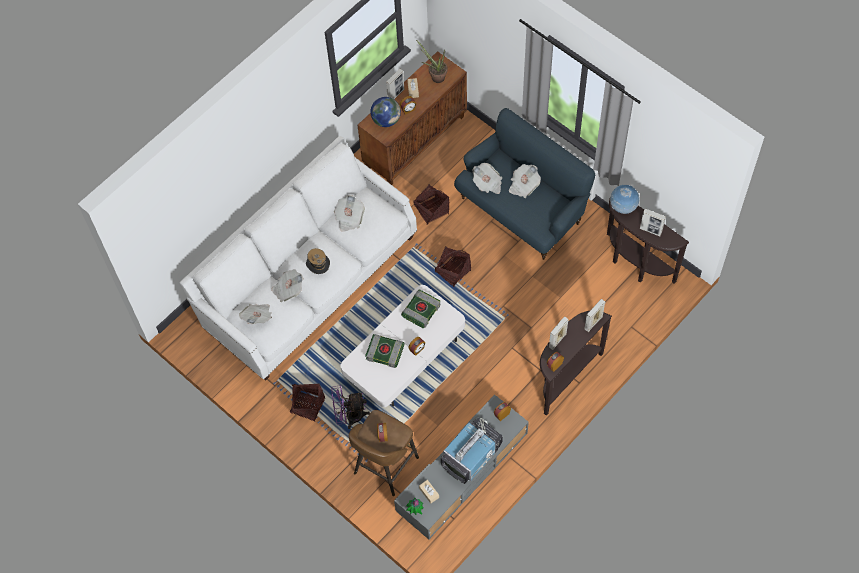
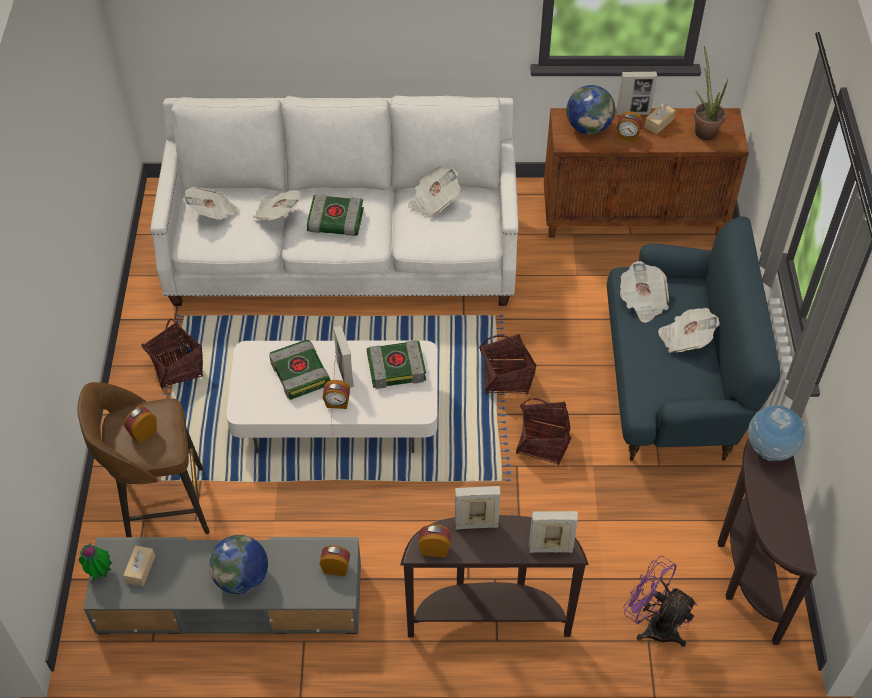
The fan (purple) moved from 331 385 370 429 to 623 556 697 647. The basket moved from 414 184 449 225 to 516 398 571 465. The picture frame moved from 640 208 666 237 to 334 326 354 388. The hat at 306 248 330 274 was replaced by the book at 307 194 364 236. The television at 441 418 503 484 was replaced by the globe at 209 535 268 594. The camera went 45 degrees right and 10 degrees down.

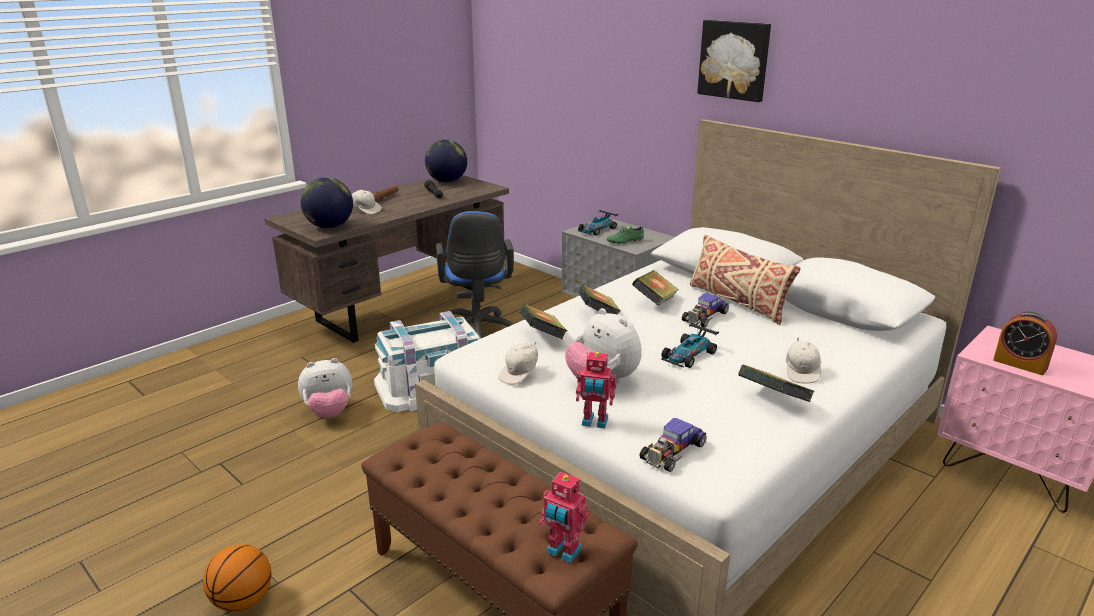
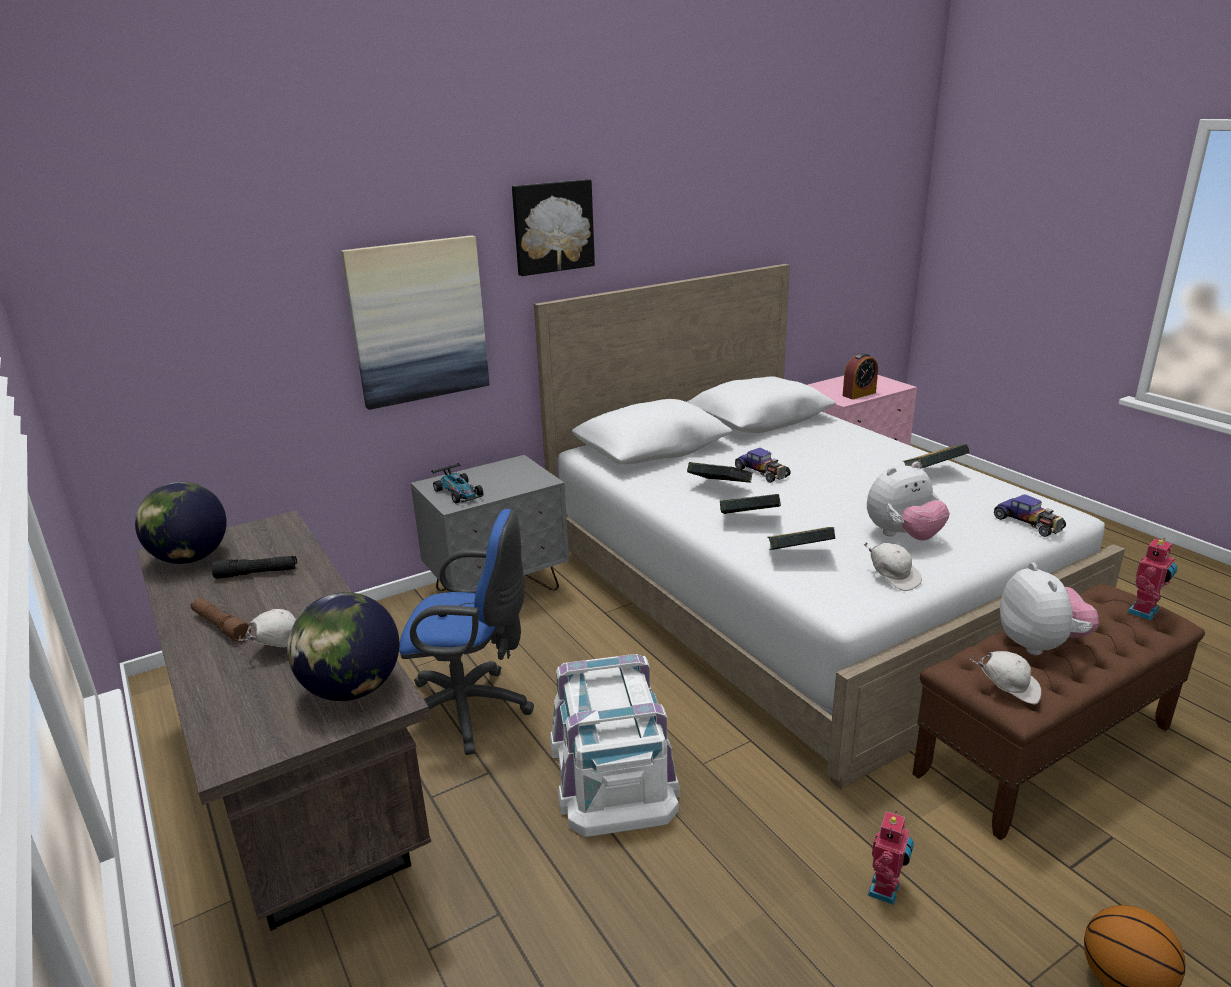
The shoe (green) at 607 225 644 245 disappeared. The toy car at 661 323 719 368 disappeared. The pillow (beige) at 690 235 801 325 disappeared. The picture at 341 235 489 410 appeared. The plush toy moved from 298 358 352 418 to 1000 563 1099 655. The toy robot moved from 576 352 617 429 to 868 810 914 905. The cap (white) moved from 786 337 821 384 to 970 651 1041 704. The camera went 75 degrees left and 0 degrees up.

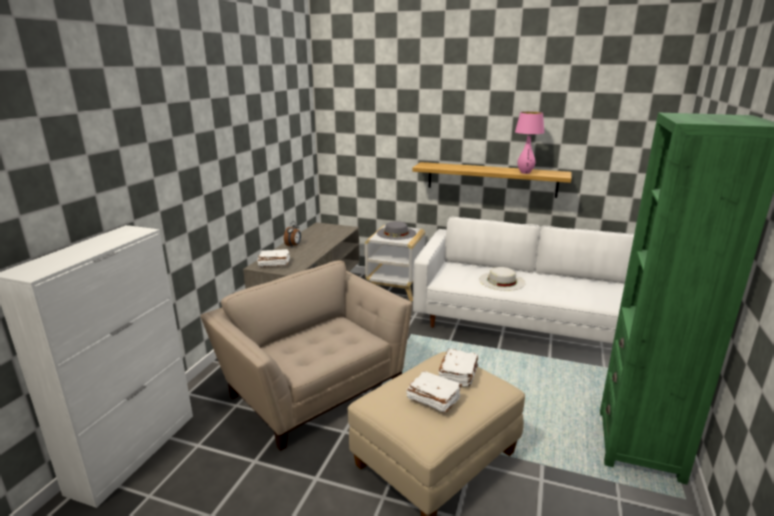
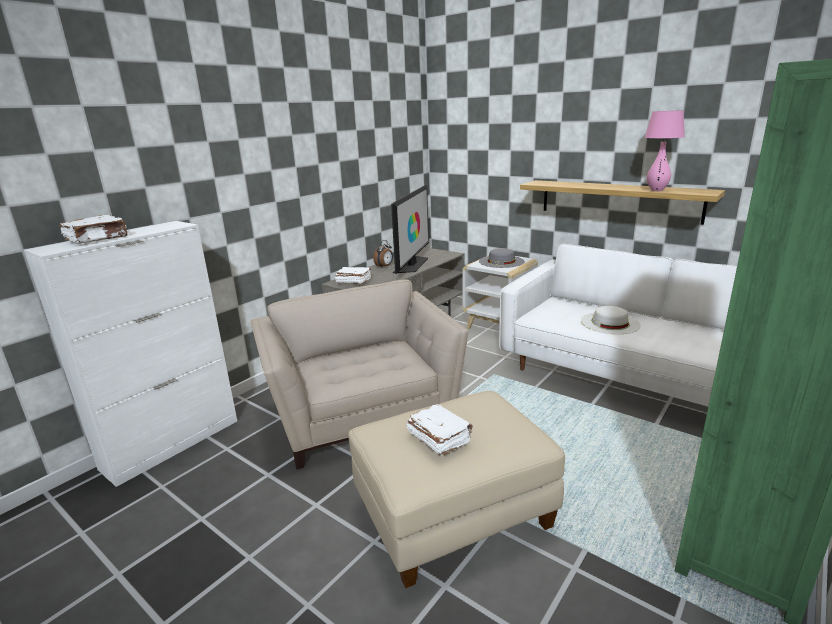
The television at 391 184 429 274 appeared. The book (white) moved from 438 349 478 387 to 59 215 128 244. The camera went 20 degrees right and 0 degrees up.

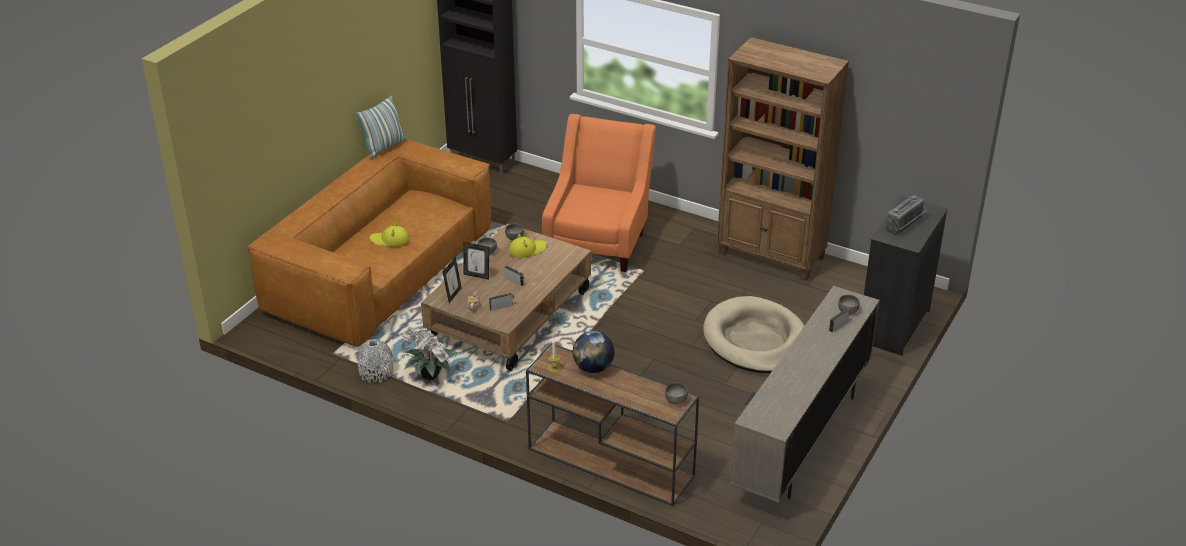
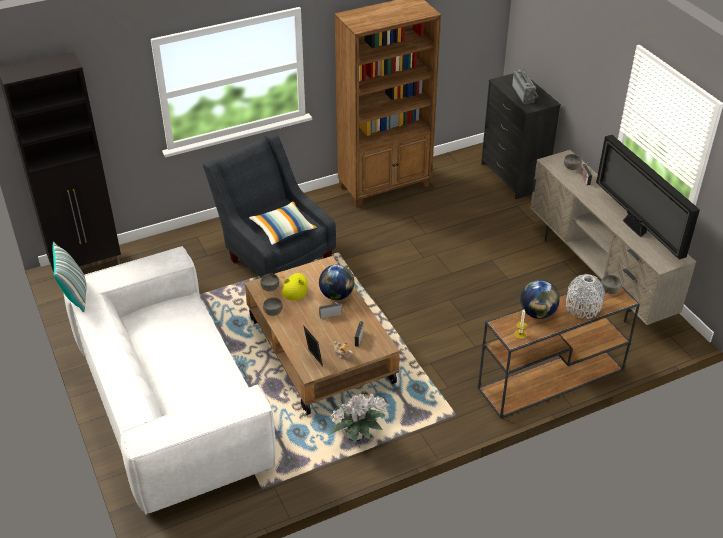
The hat (yellow) at 370 222 409 246 disappeared. The picture frame at 463 242 489 280 disappeared. The dog bed (beige) at 703 296 804 373 disappeared. The pillow at 249 201 318 245 appeared. The globe at 319 265 354 300 appeared. The television at 596 135 700 260 appeared. The vase (grey) moved from 356 339 393 383 to 566 274 605 319. The sofa (brown) at 247 139 491 347 became the sofa (white) at 64 246 276 515. The armchair (orange) at 542 114 656 272 became the armchair (grey) at 203 133 336 278. The camera went 55 degrees left and 5 degrees up.

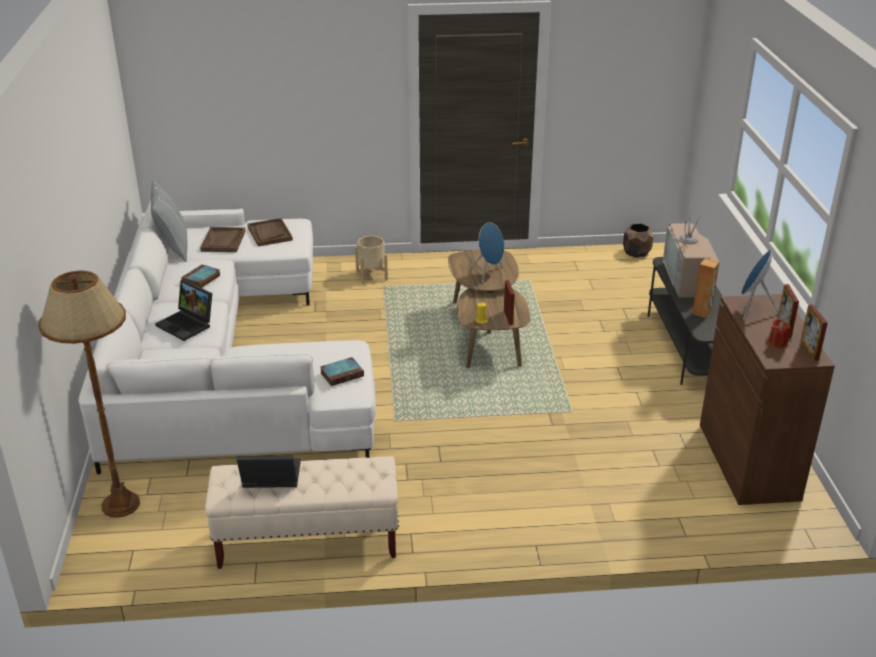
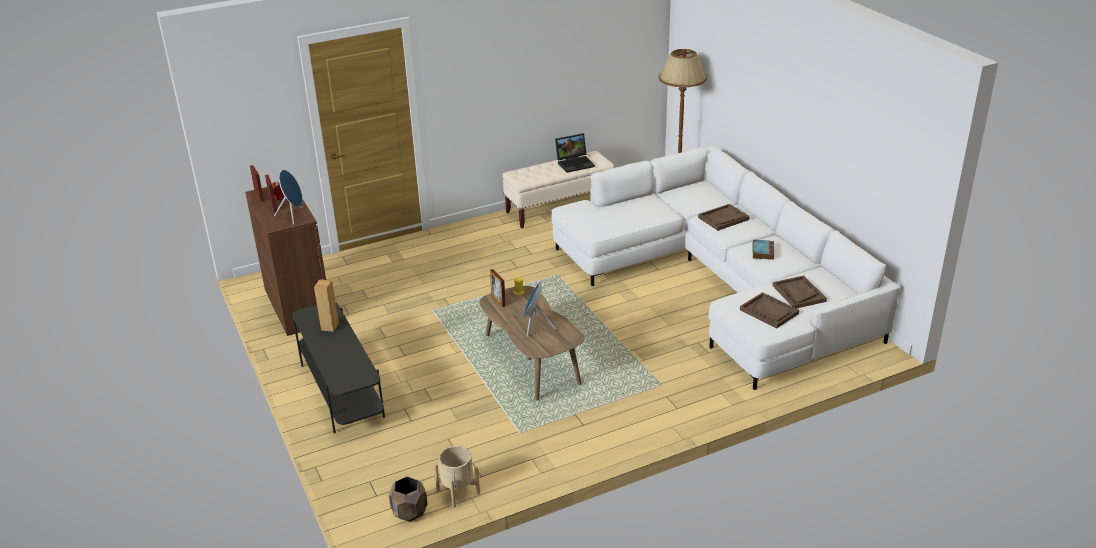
The pillow at 151 180 188 262 disappeared. The book at 320 357 364 386 disappeared. The television at 663 202 719 298 disappeared. The planter (beige) moved from 355 236 388 284 to 434 446 480 508. The laptop at 155 279 212 341 was replaced by the tray (brown) at 698 204 750 231. The camera went 160 degrees right and 0 degrees up.

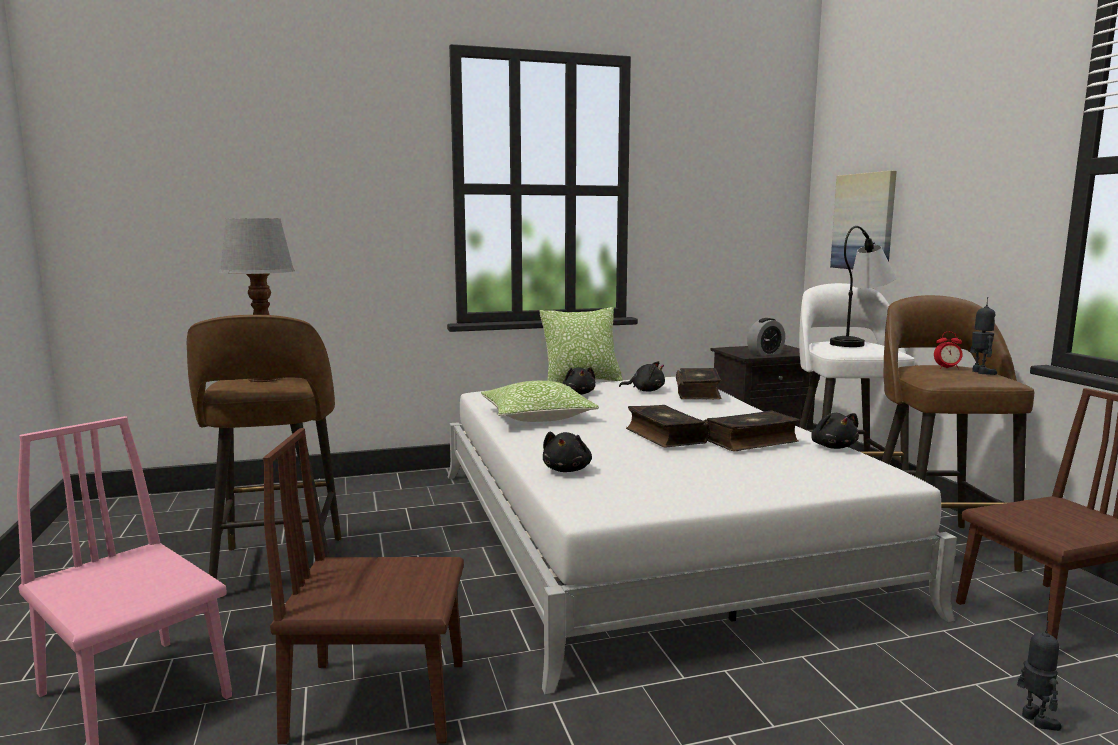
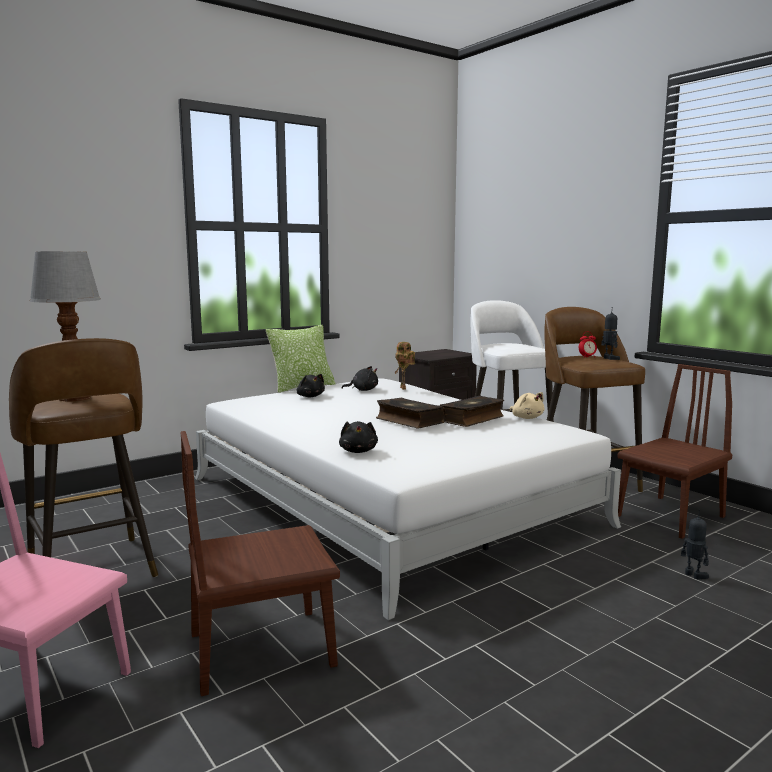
The pillow at 481 381 599 422 disappeared. The alarm clock at 747 318 785 356 disappeared. The picture at 830 171 897 269 disappeared. The table lamp at 830 226 896 347 disappeared. The book at 676 368 722 399 was replaced by the toy robot at 395 342 415 390. The plush toy (black) at 811 413 859 449 became the plush toy (beige) at 509 392 545 419. The camera went 20 degrees left and 0 degrees up.

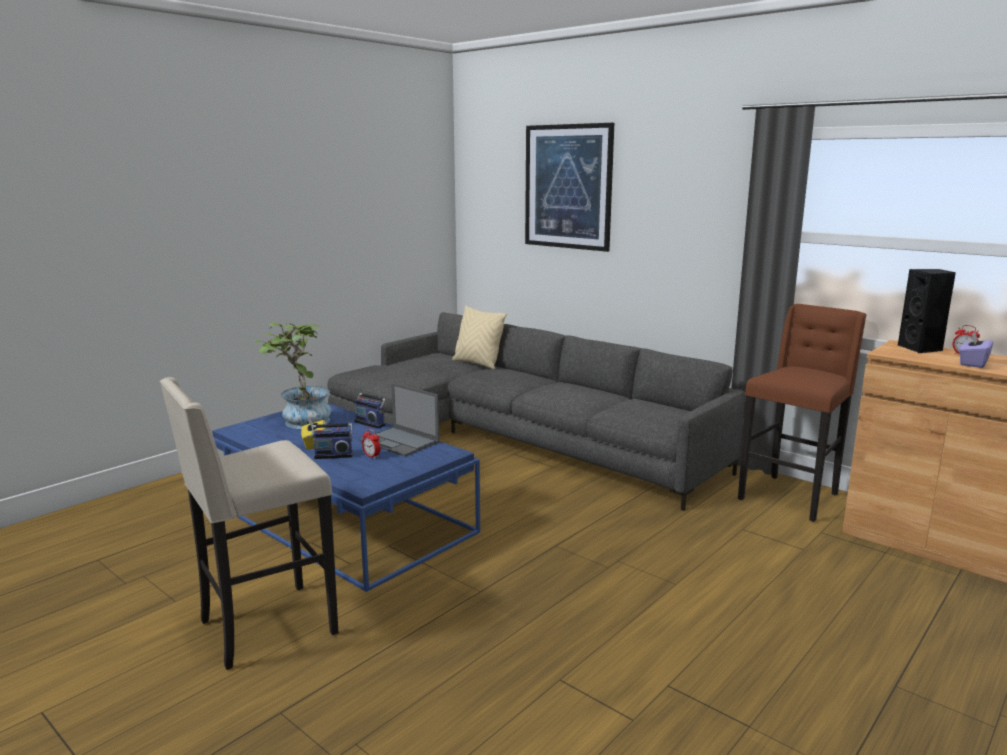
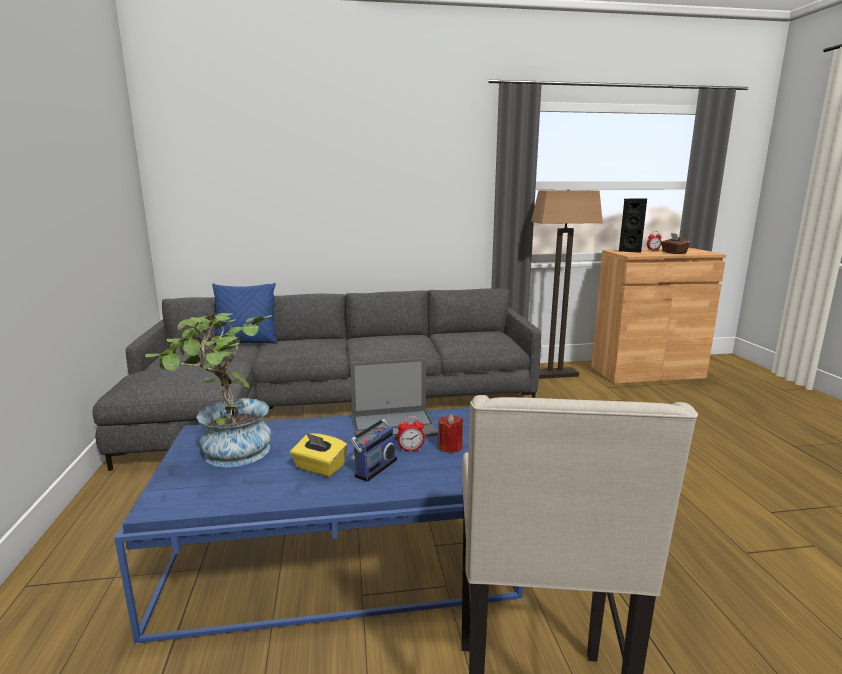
The radio at 354 385 386 428 disappeared. The picture at 525 123 614 252 disappeared. The candle (red) at 438 414 463 453 appeared. The stool (brown) at 738 304 867 522 was replaced by the floor lamp at 531 190 603 379. The pillow (beige) at 452 305 507 369 became the pillow (blue) at 212 283 278 346. The tissue box (purple) at 959 331 993 368 became the tissue box (brown) at 661 233 690 254. The camera went 50 degrees left and 0 degrees up.

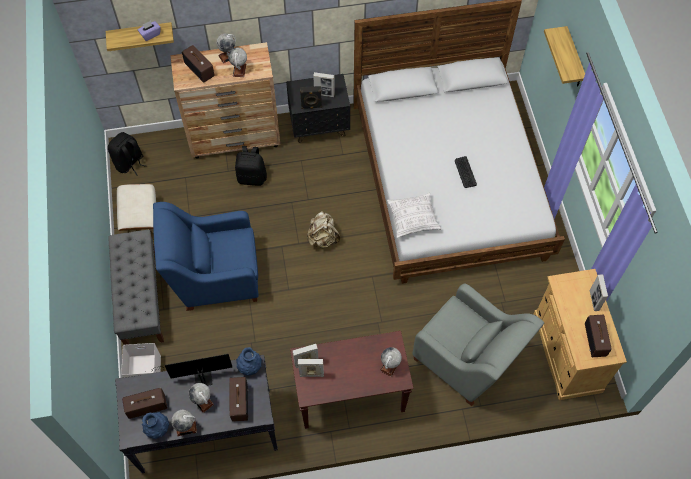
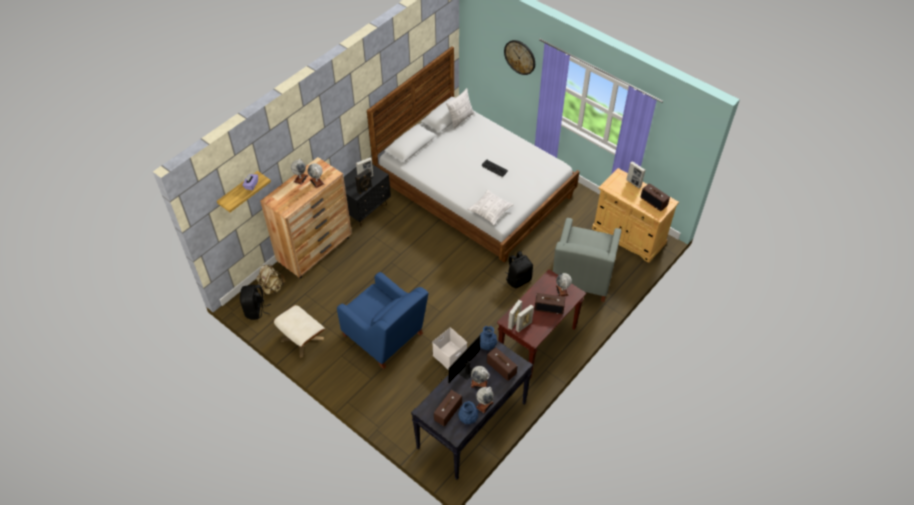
The bench (grey) at 109 230 164 345 disappeared. The pillow at 446 88 475 129 appeared. The storage box (white) moved from 121 343 161 378 to 432 328 467 370. The radio moved from 182 45 215 83 to 534 293 565 314. The backpack (black) moved from 235 146 267 186 to 506 251 533 288. The backpack (beige) moved from 307 211 340 249 to 256 264 285 295. The shelf at 544 26 585 87 was replaced by the wall clock at 504 40 535 75. The armchair (blue) at 153 202 259 311 turned 90 degrees counterclockwise. The armchair (grey) at 412 284 544 406 turned 105 degrees clockwise. The camera went 40 degrees left and 10 degrees down.

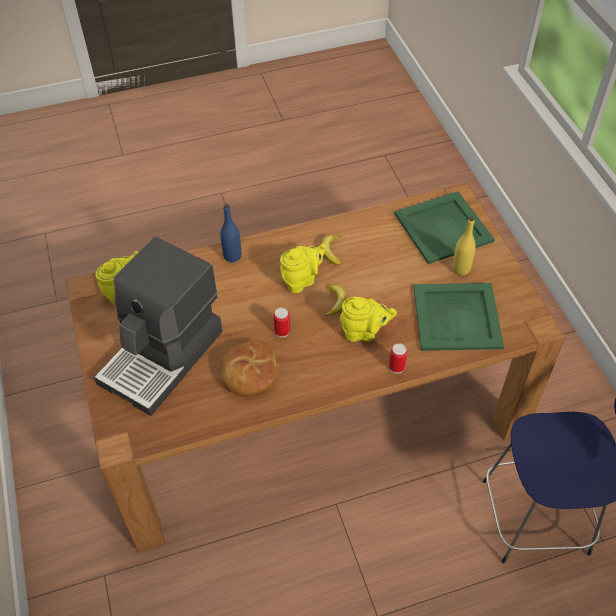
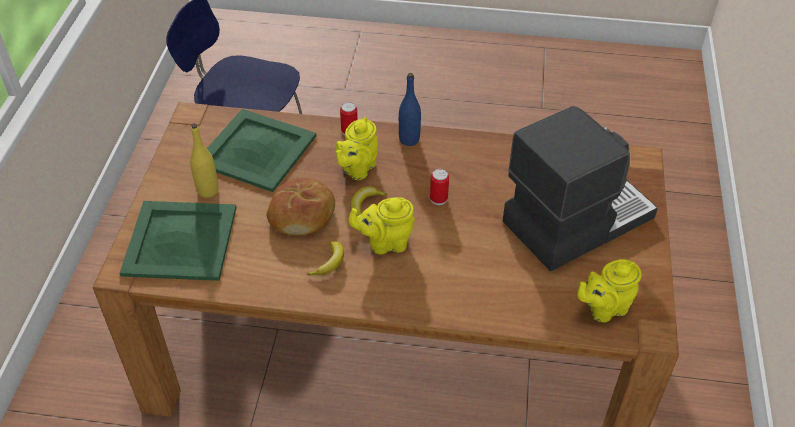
The bottle (blue) moved from 220 204 241 262 to 399 73 421 146. The bread moved from 221 340 278 397 to 267 178 335 235. The teapot (yellow) at 340 297 397 342 turned 90 degrees counterclockwise. The camera went 155 degrees left and 5 degrees down.

